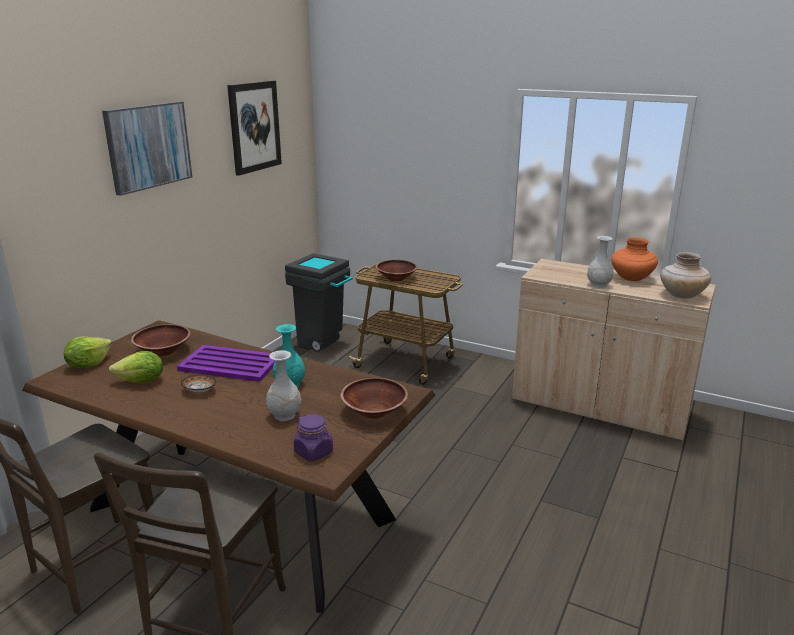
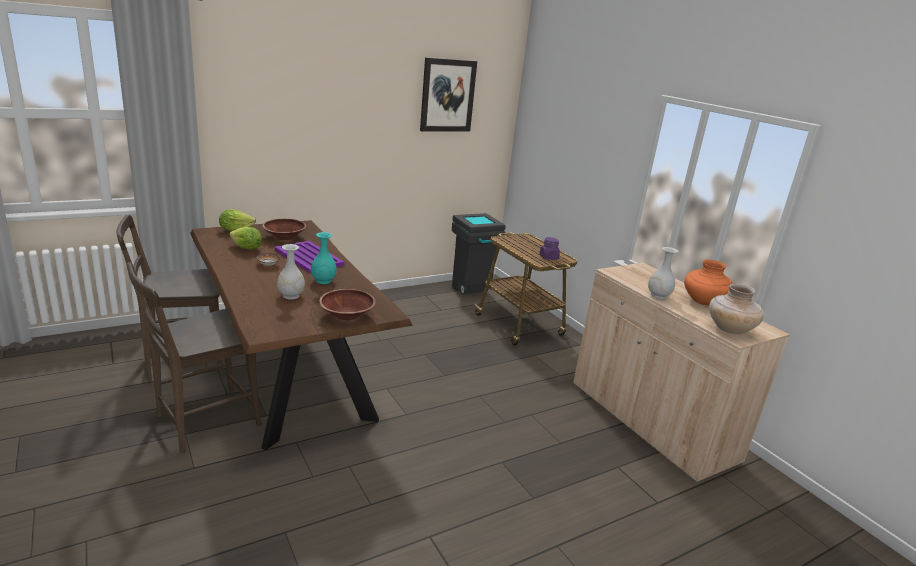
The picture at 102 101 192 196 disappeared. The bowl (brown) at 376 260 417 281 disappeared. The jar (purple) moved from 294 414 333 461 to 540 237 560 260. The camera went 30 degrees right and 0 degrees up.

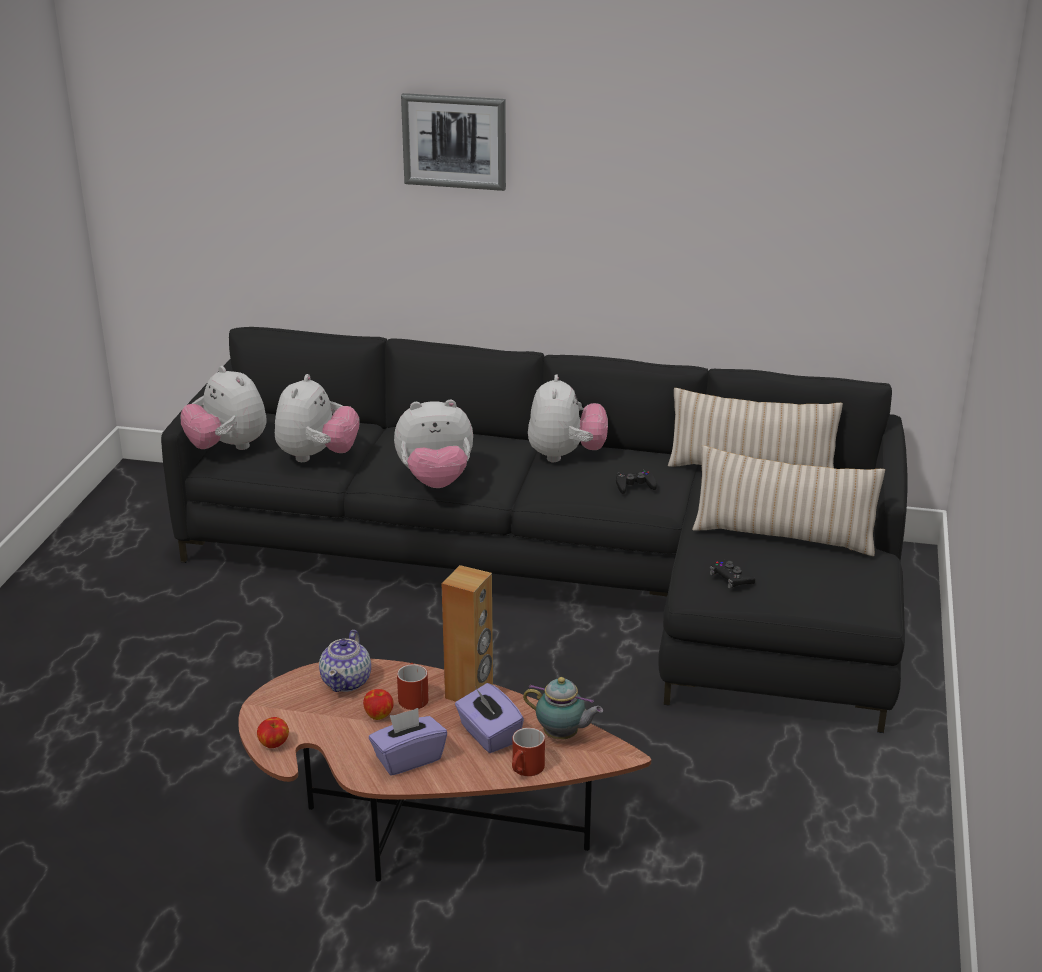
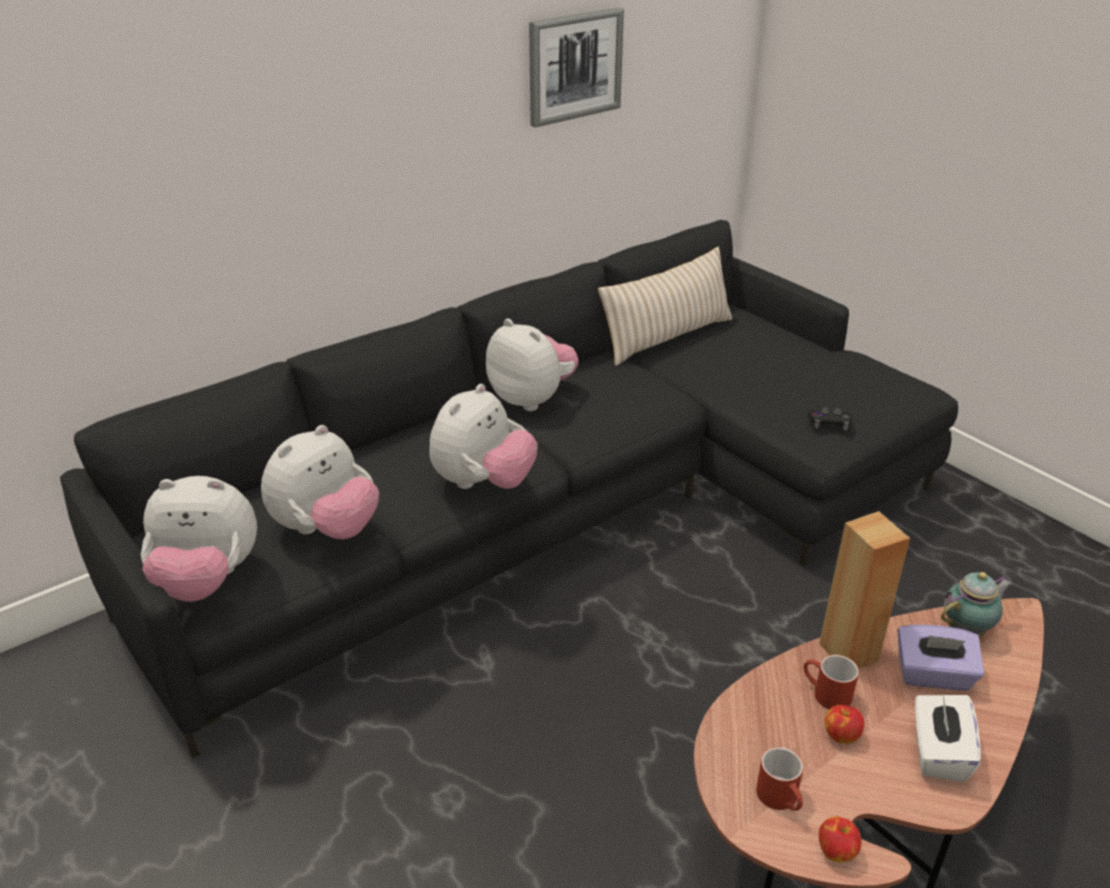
The teapot at 319 630 371 692 disappeared. The game controller (black) at 616 469 657 494 disappeared. The pillow (beige) at 692 445 885 556 disappeared. The picture moved from 401 93 506 191 to 529 8 624 127. The mug (red) moved from 512 727 545 776 to 756 747 803 811. The tissue box (purple) at 369 708 447 776 became the tissue box (white) at 915 695 981 782. The plush toy at 275 374 359 462 turned 75 degrees clockwise. The camera went 50 degrees left and 5 degrees up.

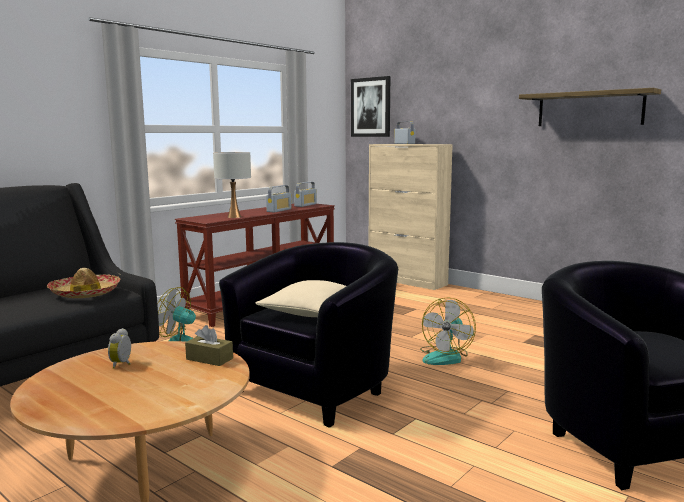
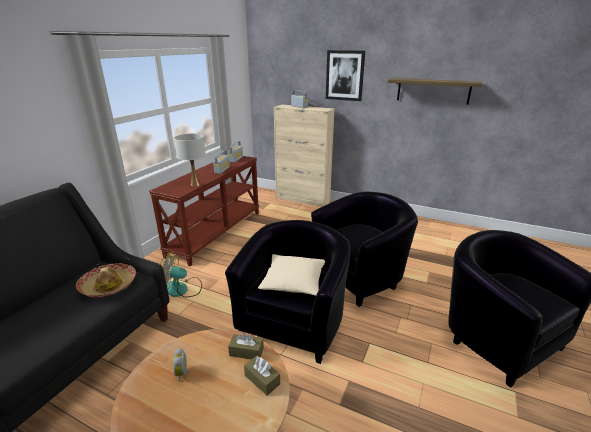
The tissue box (brown) at 244 355 280 396 appeared. The picture moved from 351 76 390 137 to 326 50 365 101. The fan at 420 297 476 365 was replaced by the armchair (black) at 311 192 418 307. The camera went 15 degrees left and 15 degrees up.

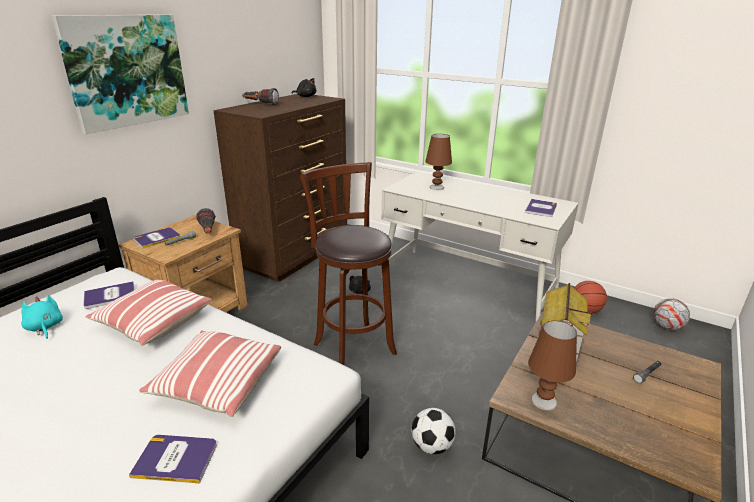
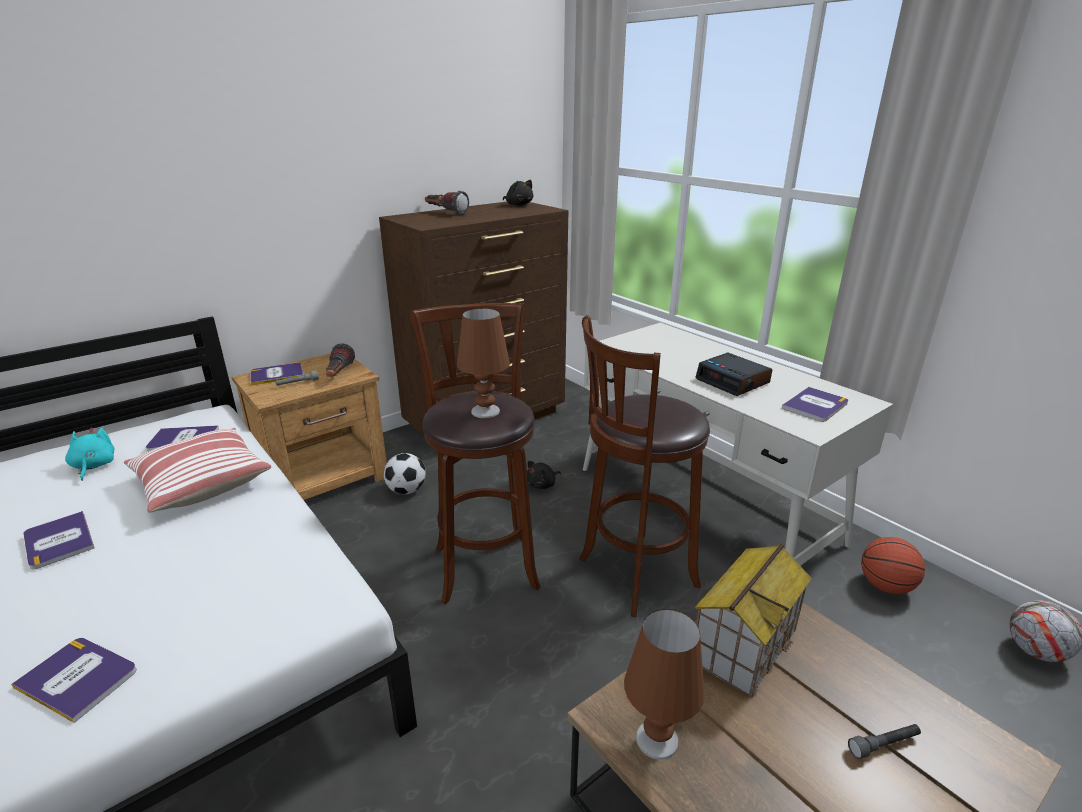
The picture at 52 15 189 134 disappeared. The pillow at 139 330 281 417 disappeared. The book at 23 511 95 569 appeared. The stool (brown) at 579 315 710 617 appeared. The alarm clock at 695 353 772 396 appeared. The football moved from 411 408 456 454 to 384 453 426 494. The table lamp (brown) moved from 425 134 452 190 to 457 308 510 418. The camera went 20 degrees right and 0 degrees up.

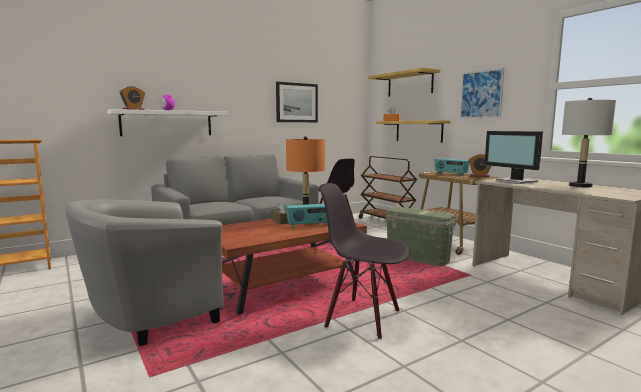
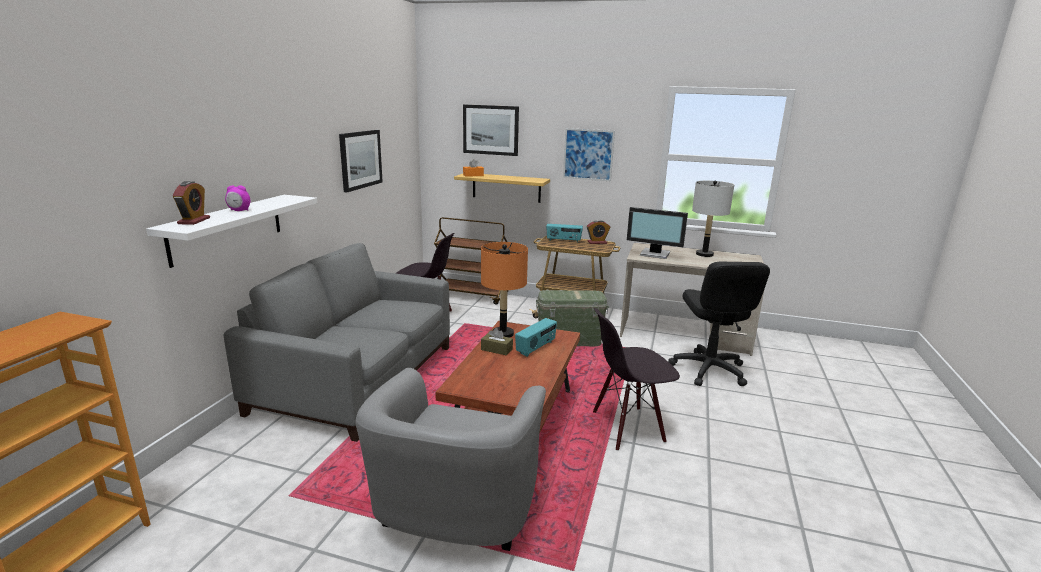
The office chair (black) at 668 261 770 386 appeared. The shelf at 368 68 440 97 was replaced by the picture at 463 104 519 156. The camera went 40 degrees left and 10 degrees up.

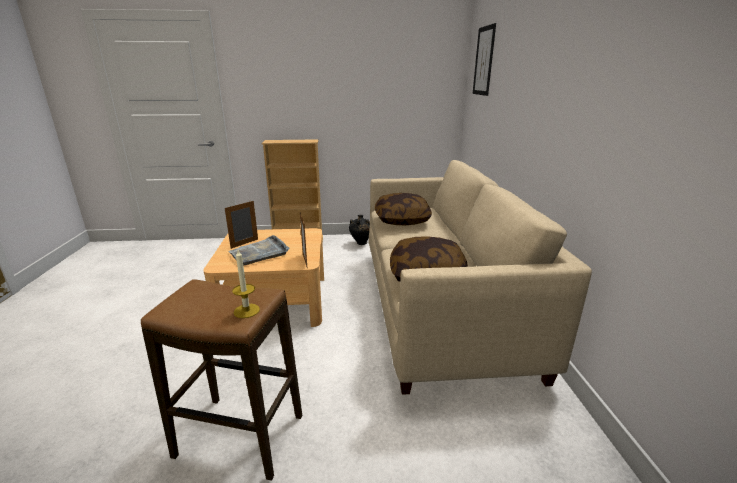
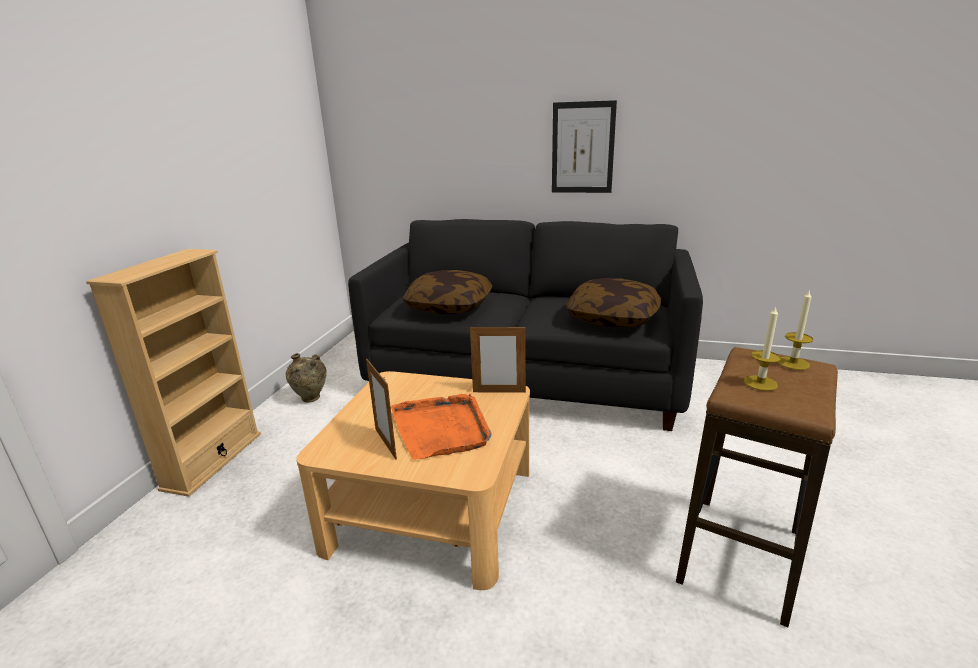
The candle at 744 305 781 391 appeared. The picture moved from 473 23 496 96 to 552 100 617 193. The tray (grey) at 228 235 290 265 became the tray (orange) at 391 394 492 460. The vase (black) at 349 215 370 245 became the vase (beige) at 286 353 326 403. The sofa (beige) at 369 160 592 395 became the sofa (black) at 348 219 703 431. The camera went 70 degrees left and 0 degrees up.

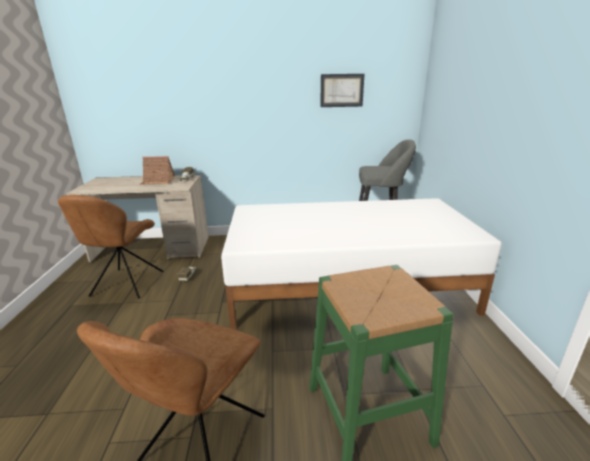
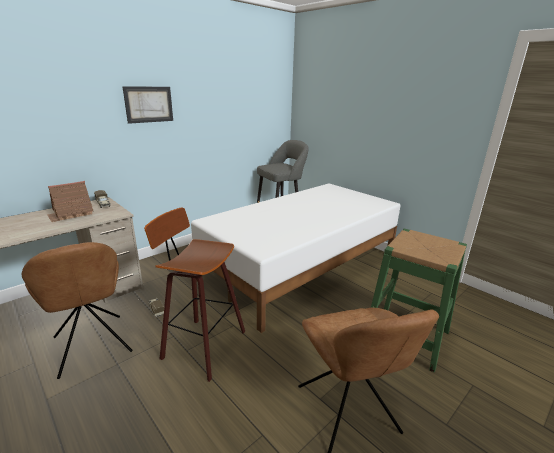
The stool at 144 208 245 382 appeared. The picture moved from 320 74 364 107 to 122 86 173 124. The camera went 40 degrees left and 0 degrees up.

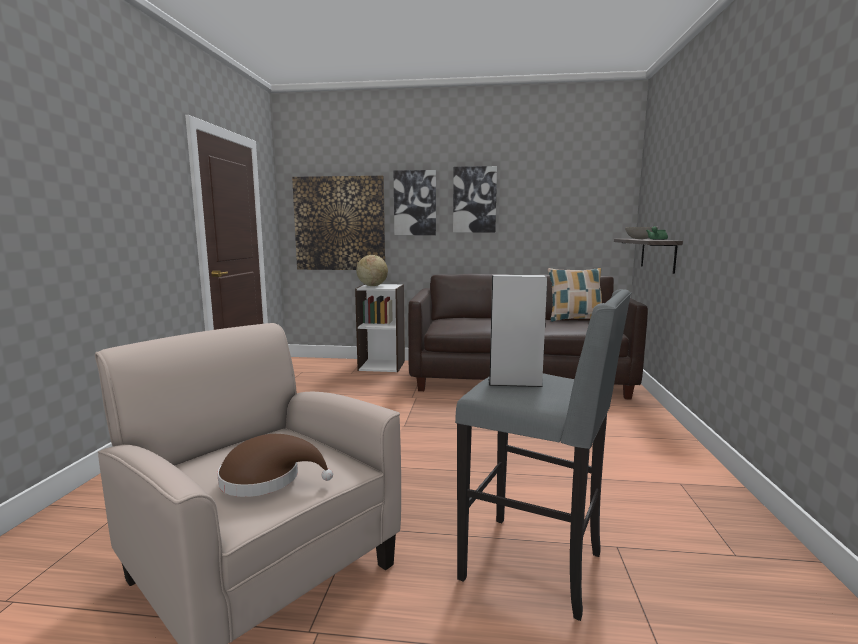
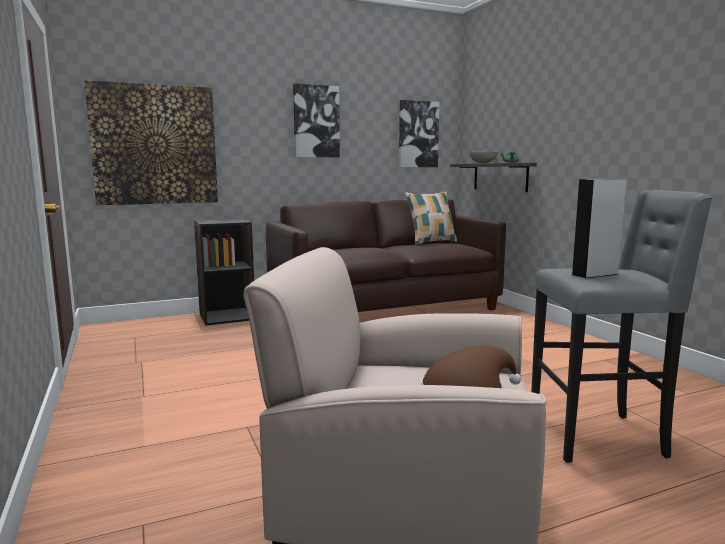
The globe at 356 255 388 286 disappeared. The picture moved from 394 170 436 235 to 399 100 440 167. The bookcase (white) at 355 284 405 372 became the bookcase (black) at 194 218 254 326. The camera went 30 degrees left and 0 degrees up.

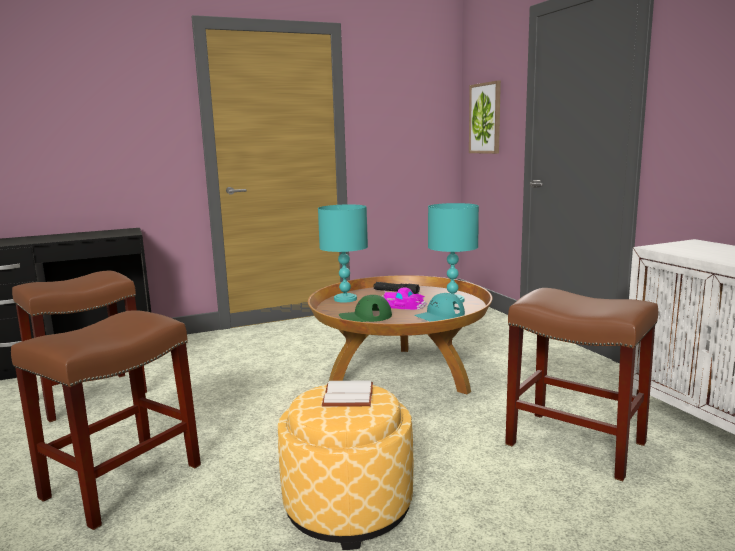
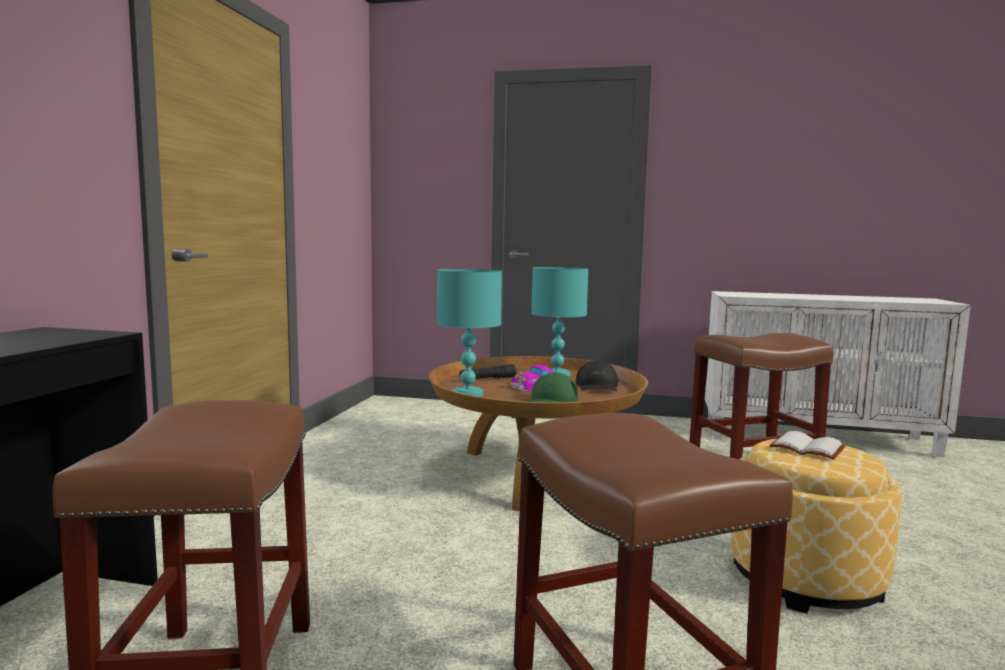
The picture at 469 81 501 154 disappeared. The cap (turquoise) at 414 293 465 322 became the cap (black) at 576 361 618 391. The camera went 55 degrees left and 5 degrees down.

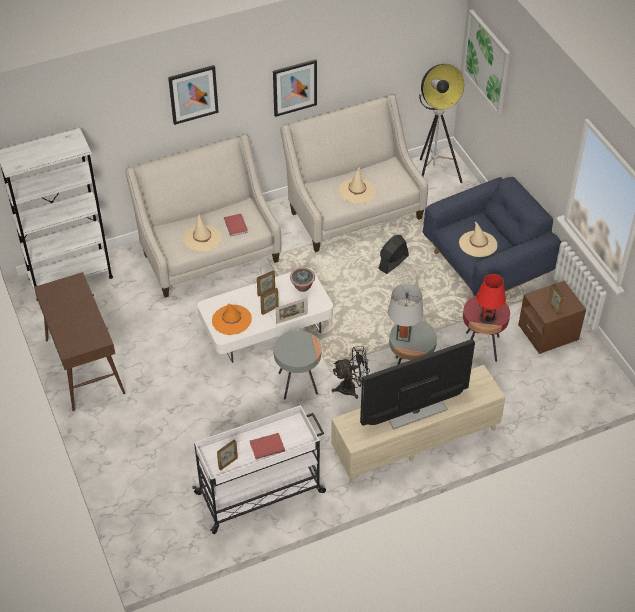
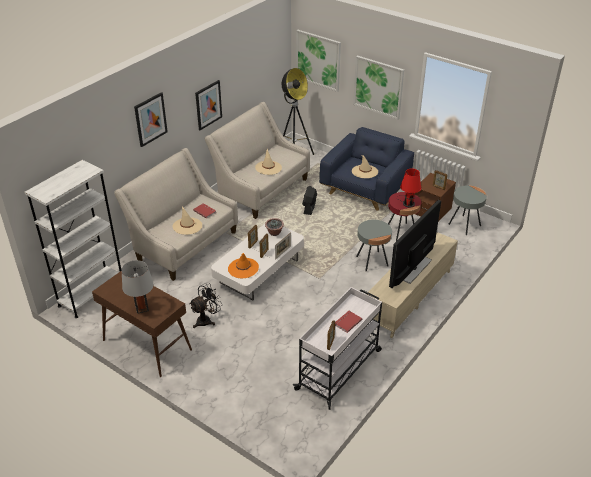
The picture at 353 55 404 120 appeared. The side table (grey) moved from 274 330 321 399 to 448 185 487 235. The fan (black) moved from 332 346 370 399 to 190 283 222 328. The table lamp (grey) moved from 388 284 423 342 to 121 260 154 314. The camera went 30 degrees left and 10 degrees down.

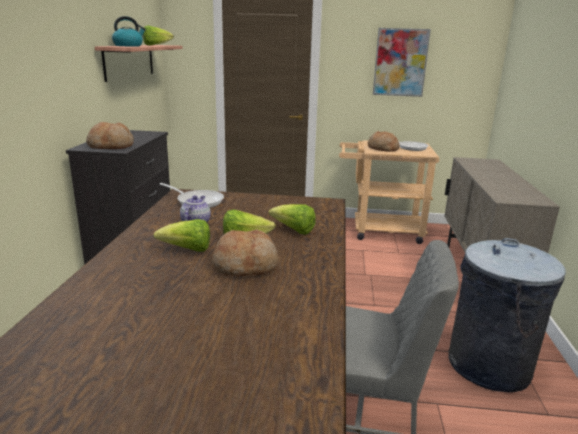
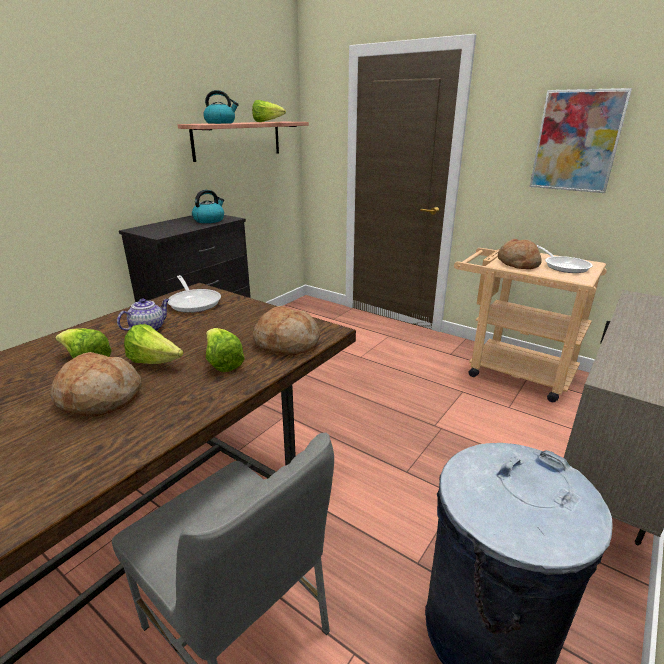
The kettle at 192 190 224 223 appeared. The bread moved from 86 122 134 149 to 253 306 320 355. The camera went 30 degrees right and 5 degrees up.

